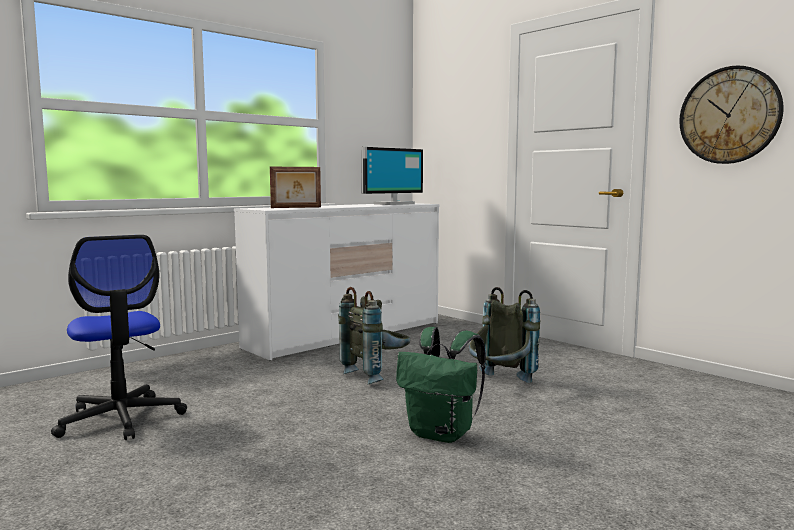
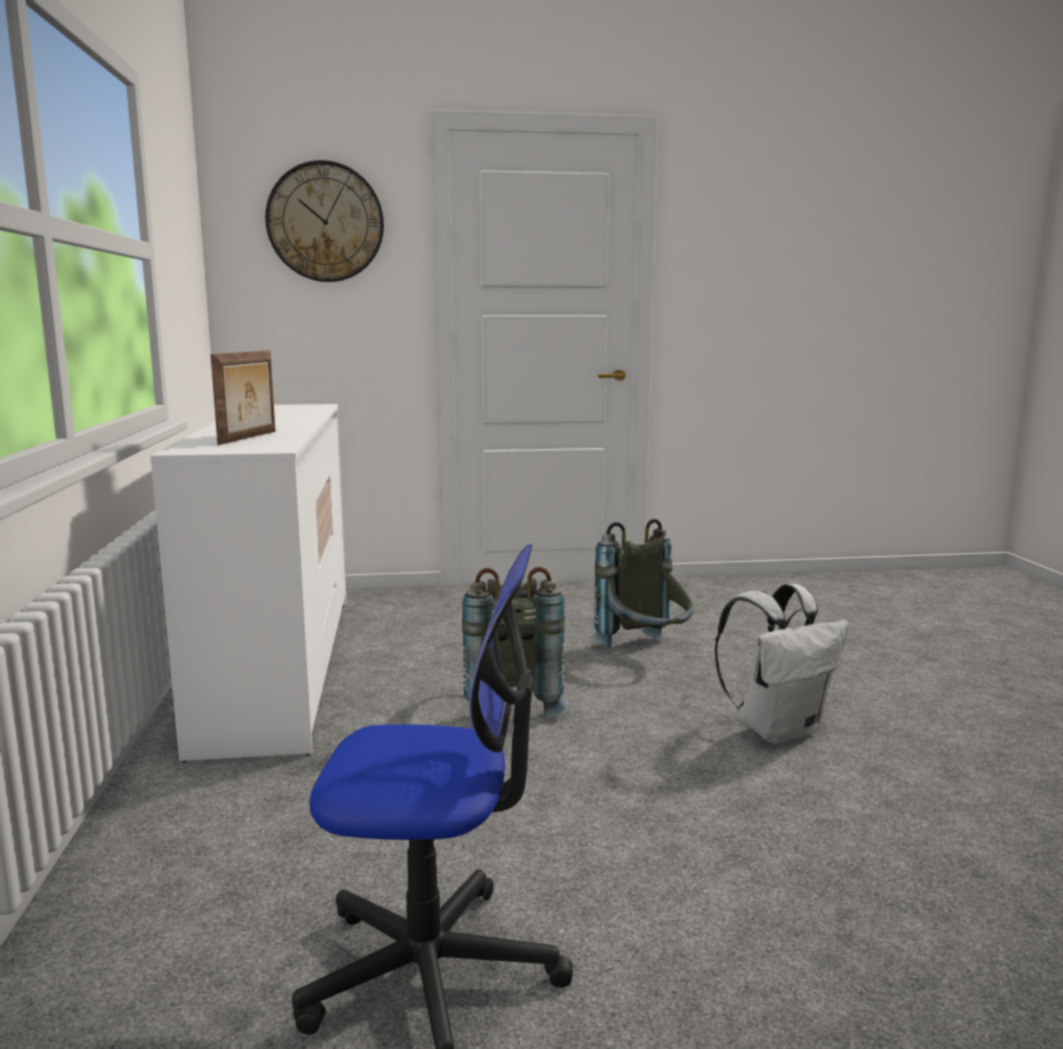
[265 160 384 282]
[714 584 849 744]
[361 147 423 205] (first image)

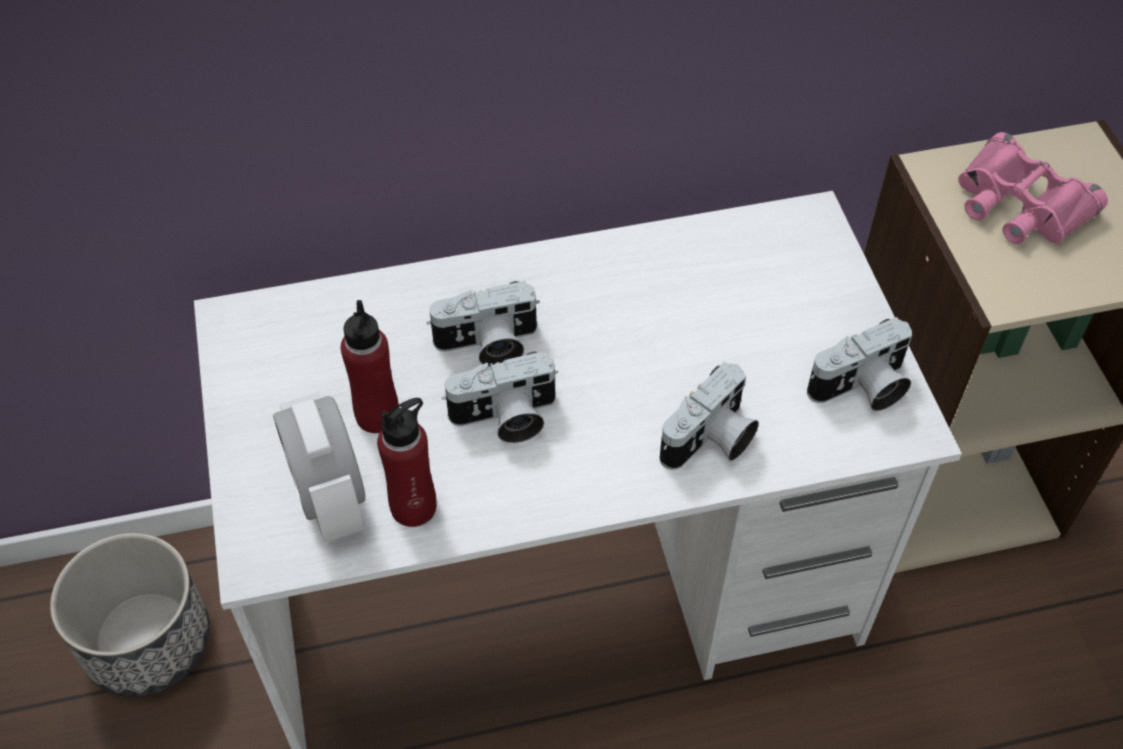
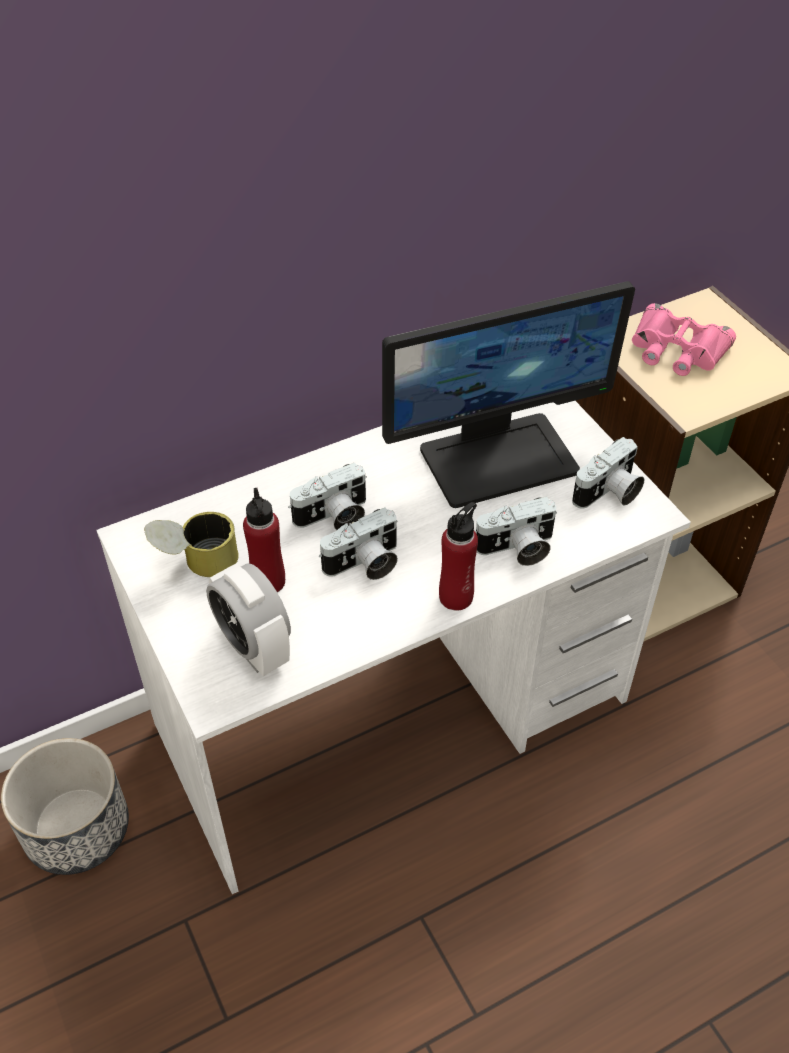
[144 512 239 577]
[382 281 635 508]
[439 502 478 610]
[475 497 557 566]

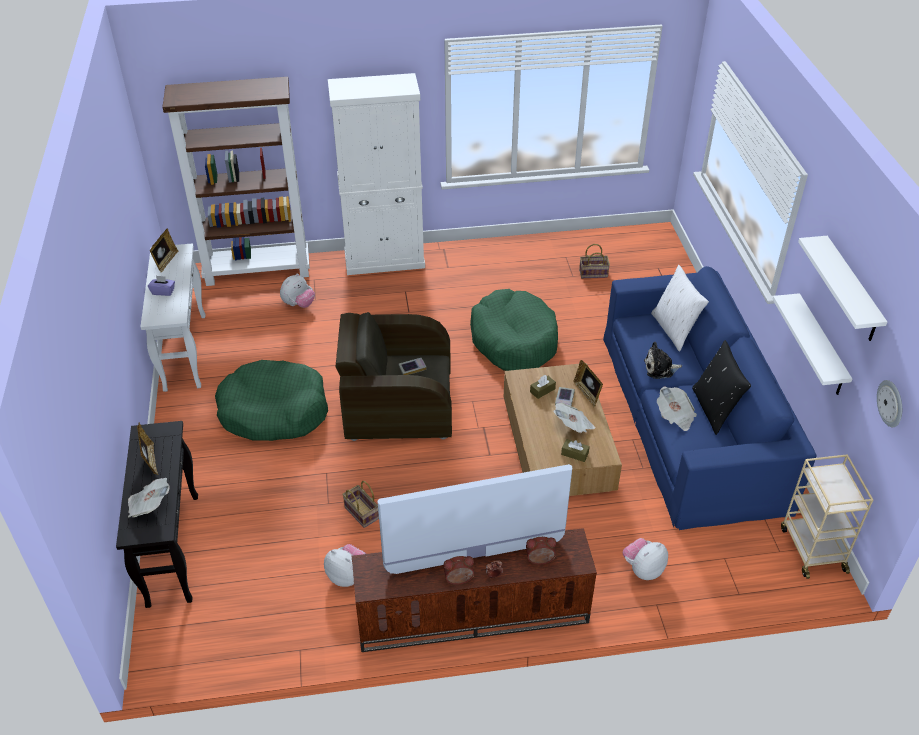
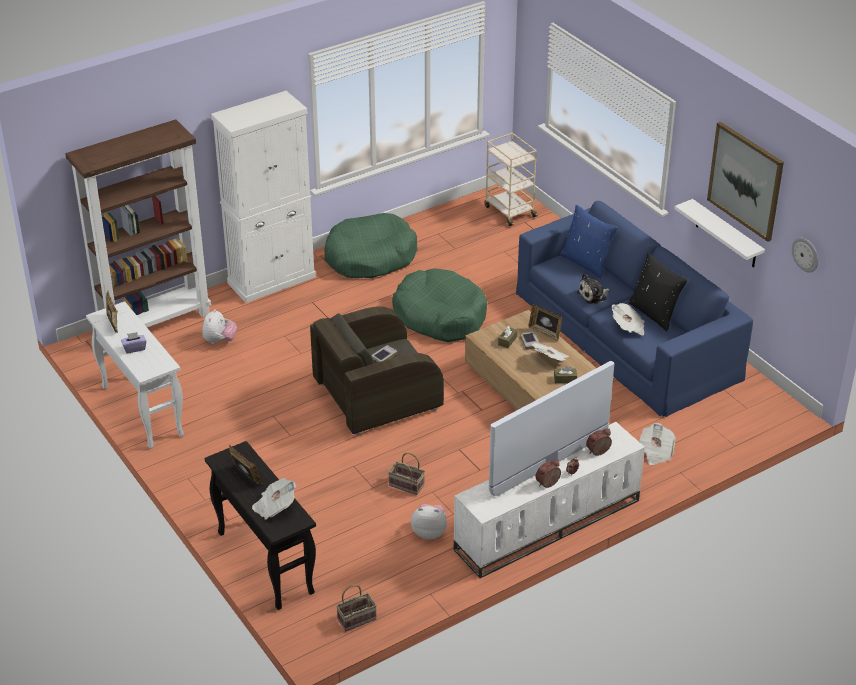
[324 213 418 278]
[336 584 377 631]
[454 422 645 578]
[484 133 538 226]
[560 205 618 278]
[639 423 676 465]
[707 122 784 242]

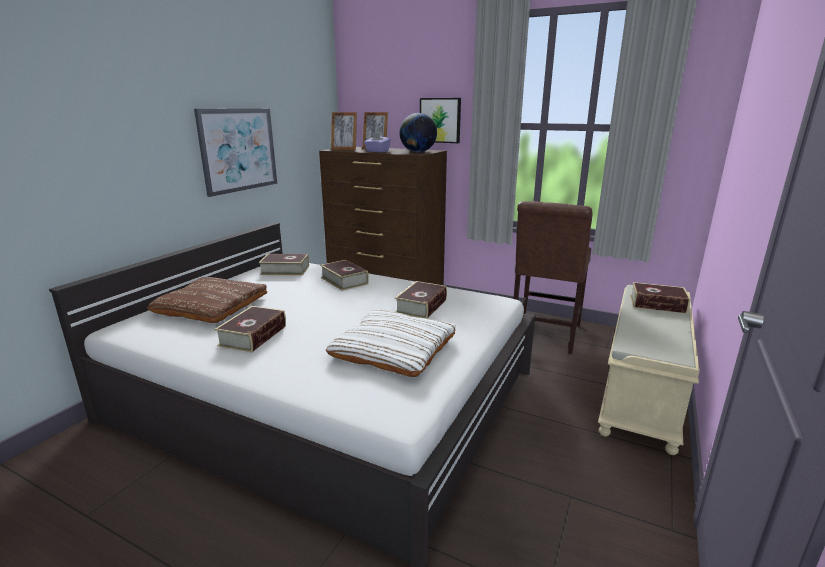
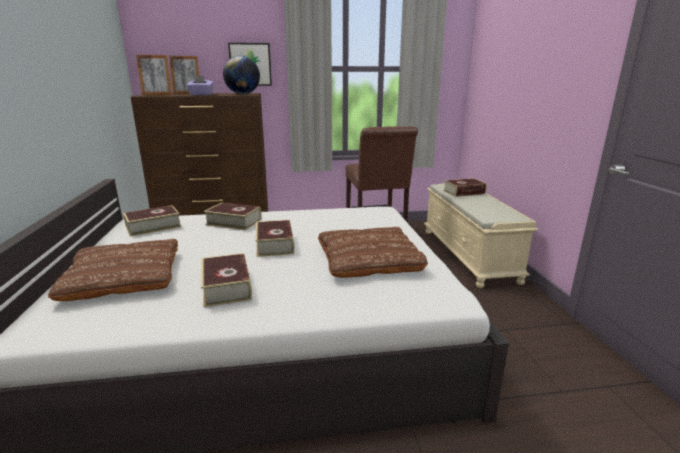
[255 220 295 257]
[318 227 428 278]
[194 108 277 197] (first image)

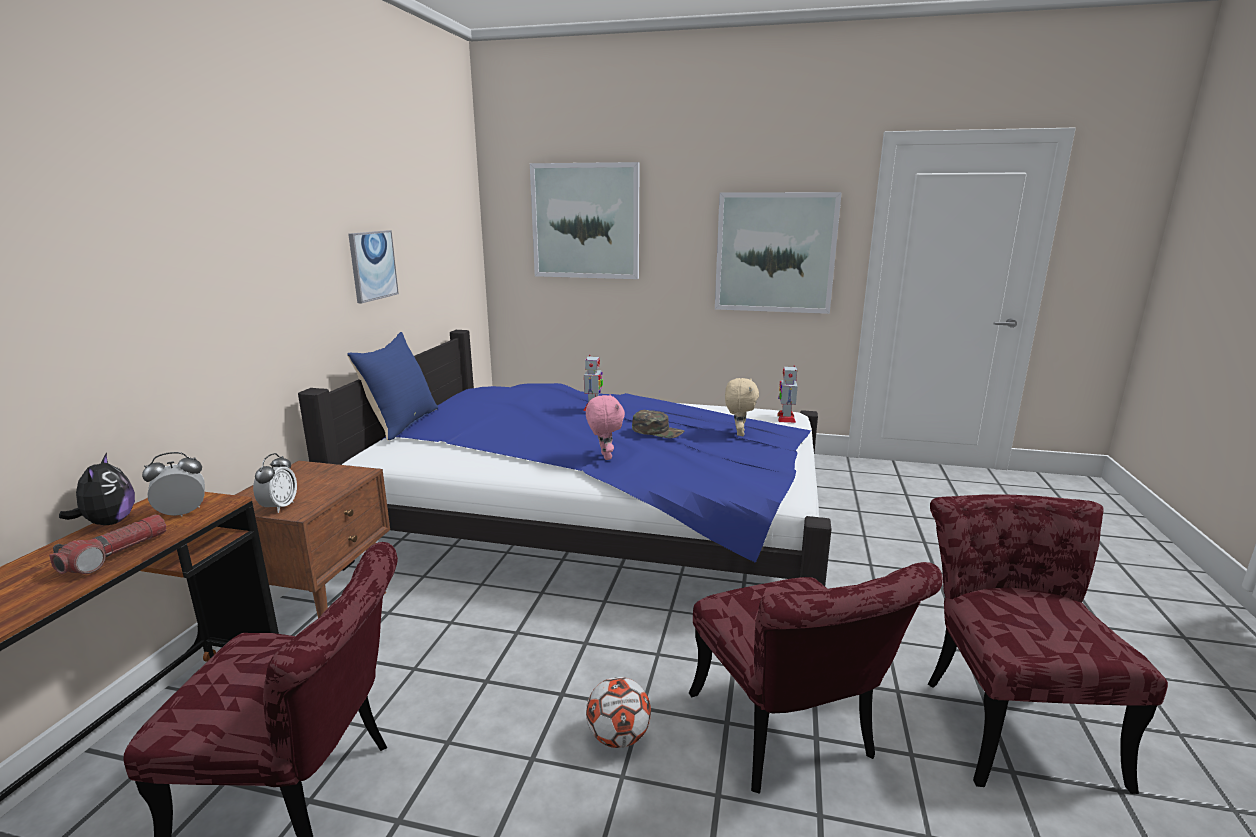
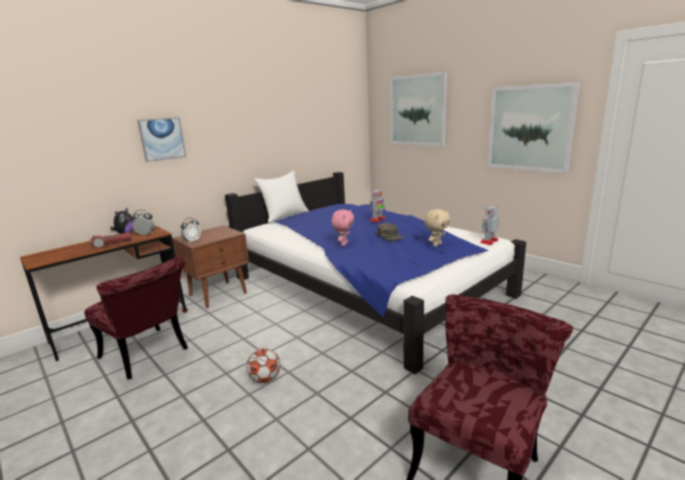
[137 117 186 162]
[254 171 309 223]
[689 562 943 794] (first image)

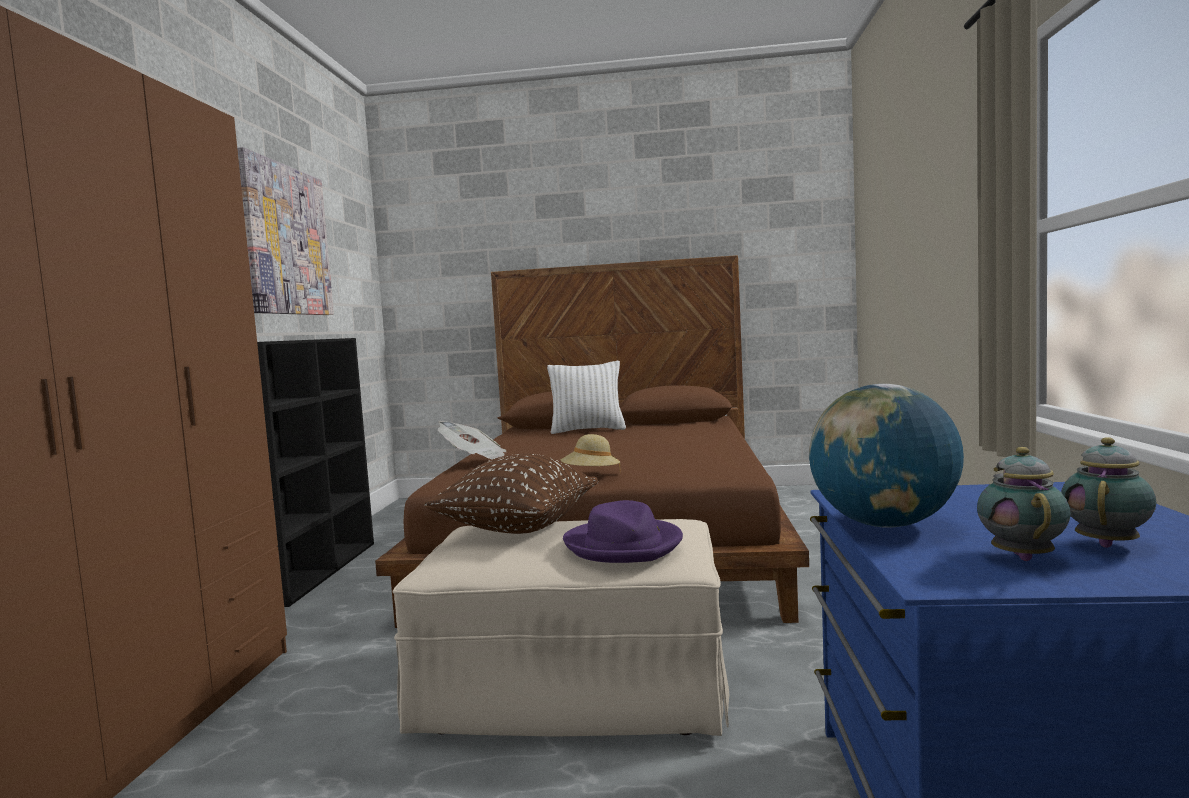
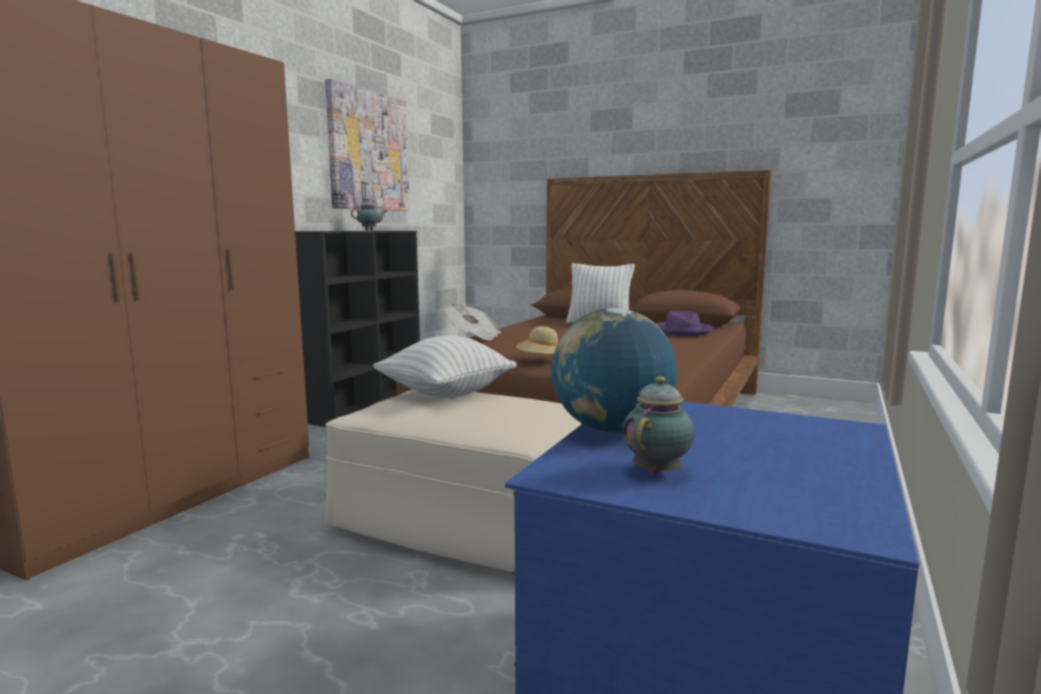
[351 199 387 231]
[373 336 517 398]
[656 311 713 336]

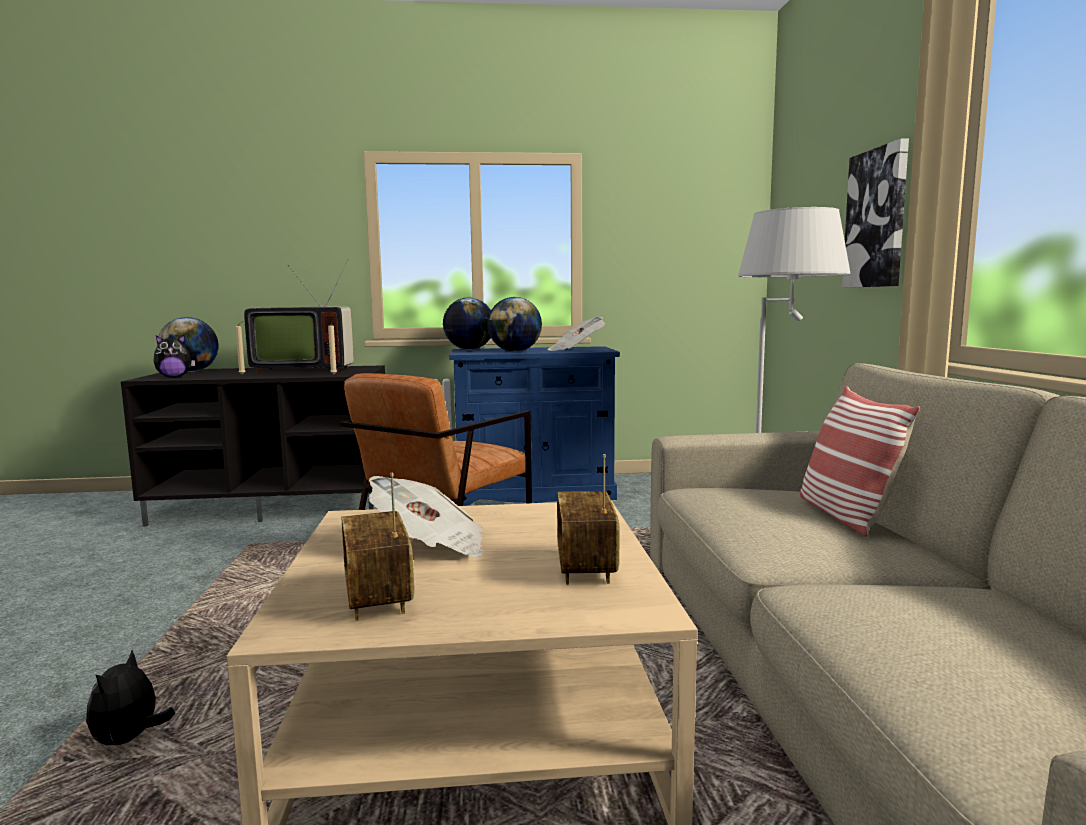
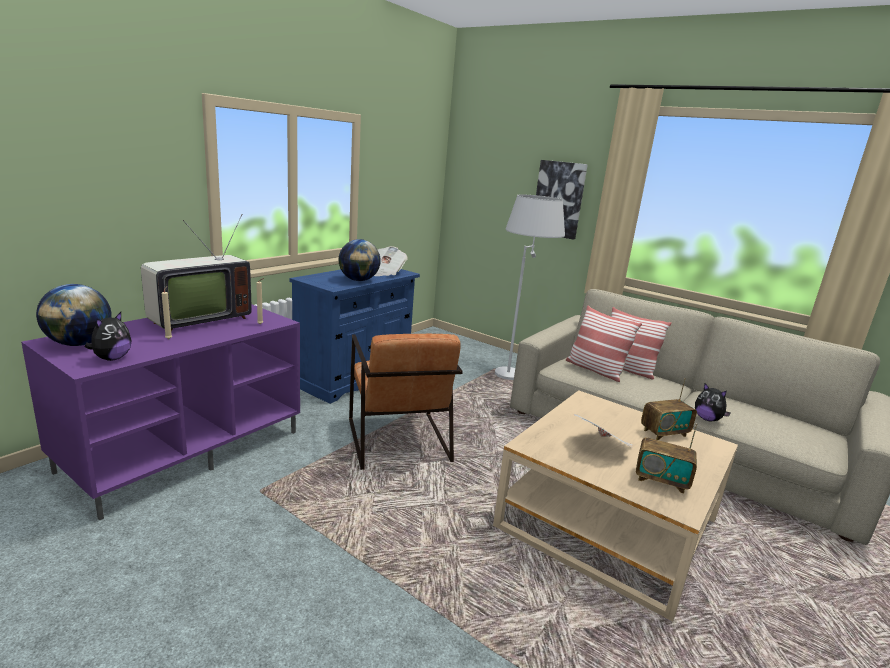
[21 304 300 520]
[566 305 642 382]
[641 378 697 440]
[695 383 731 422]
[443 297 491 350] (first image)

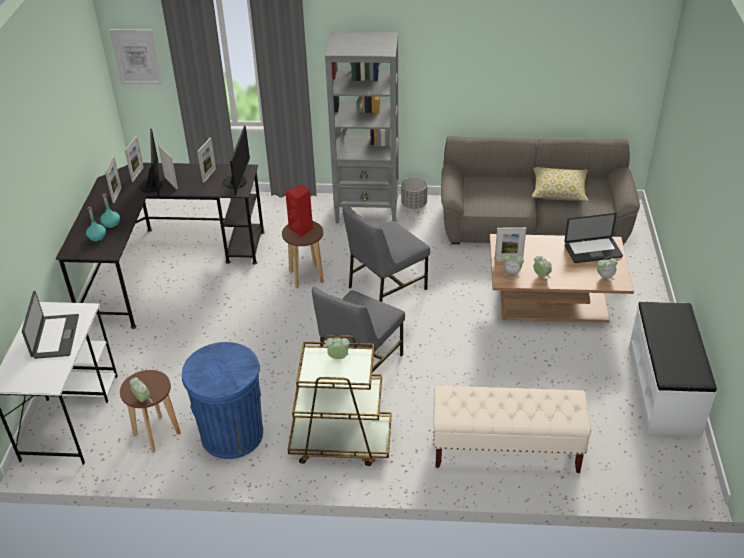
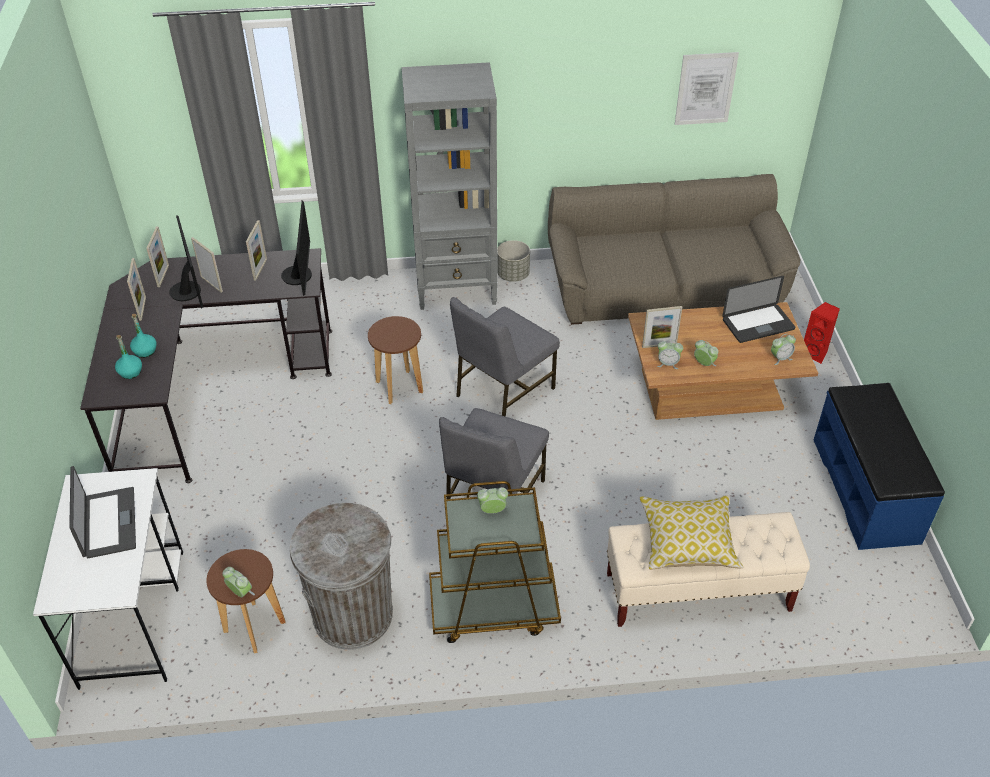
[290 503 393 650]
[639 495 743 570]
[675 52 739 125]
[804 302 840 364]
[814 383 945 550]

